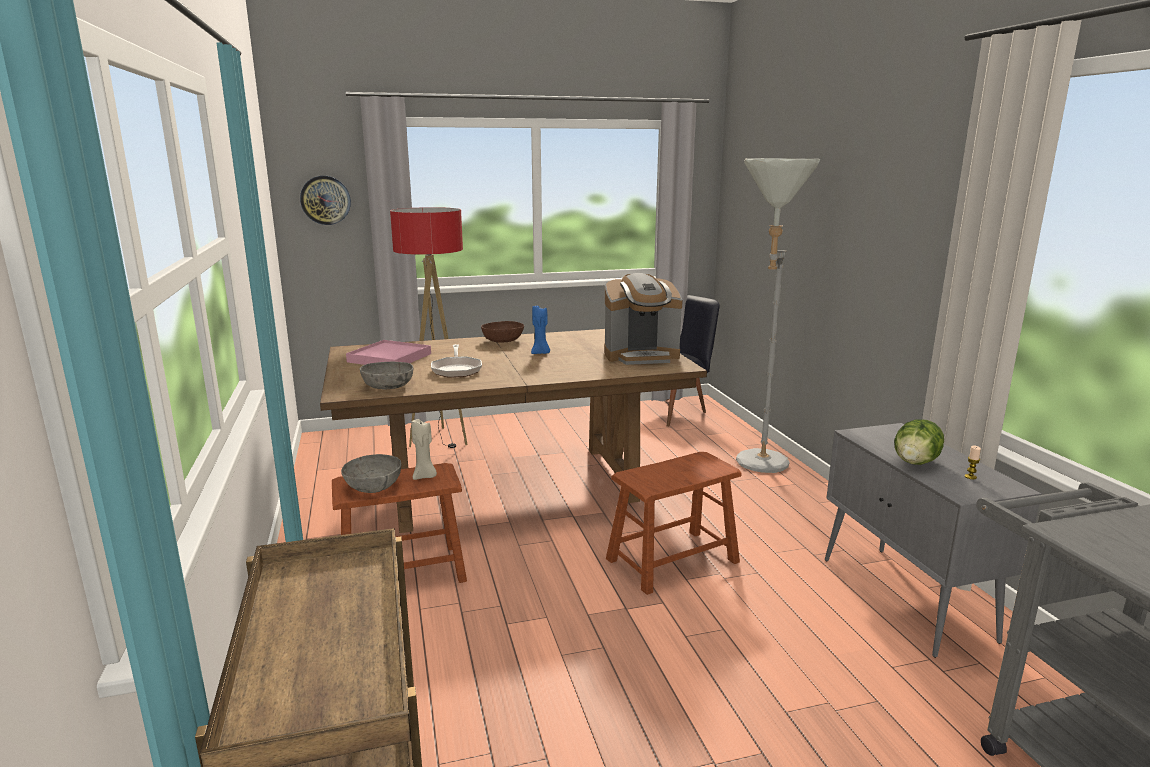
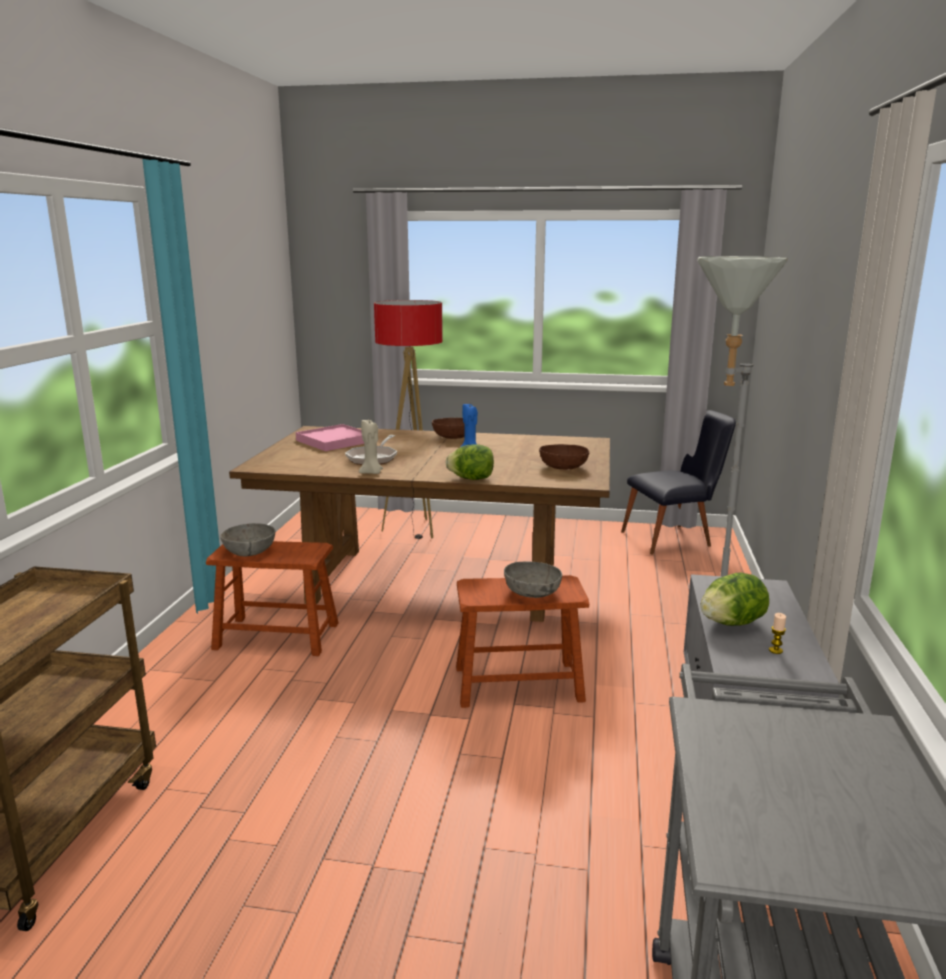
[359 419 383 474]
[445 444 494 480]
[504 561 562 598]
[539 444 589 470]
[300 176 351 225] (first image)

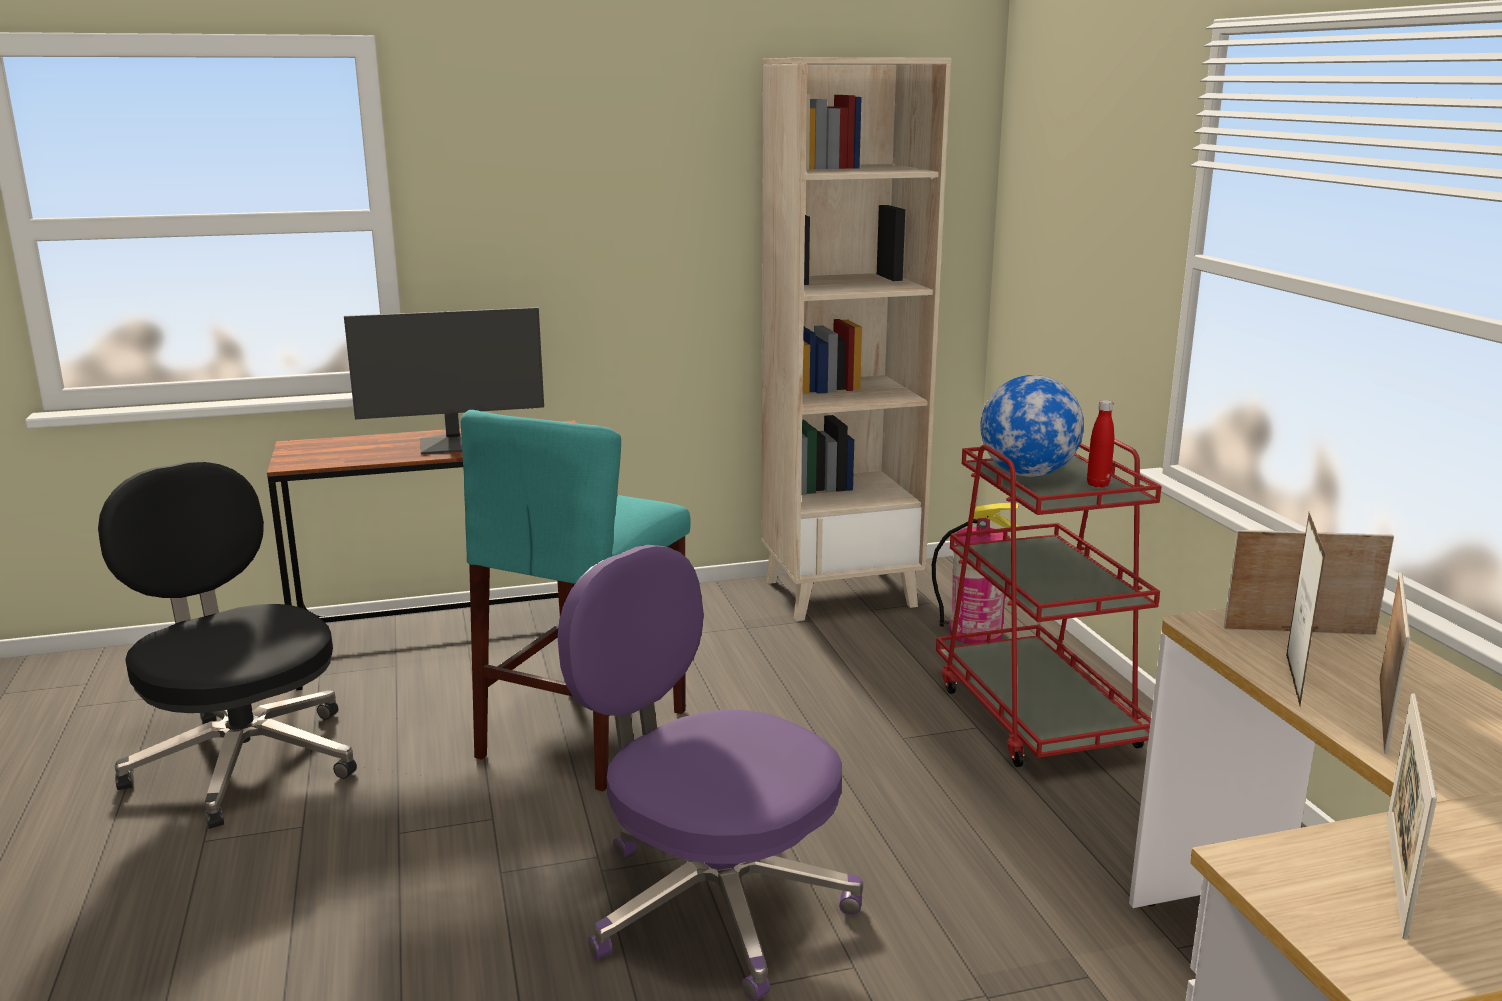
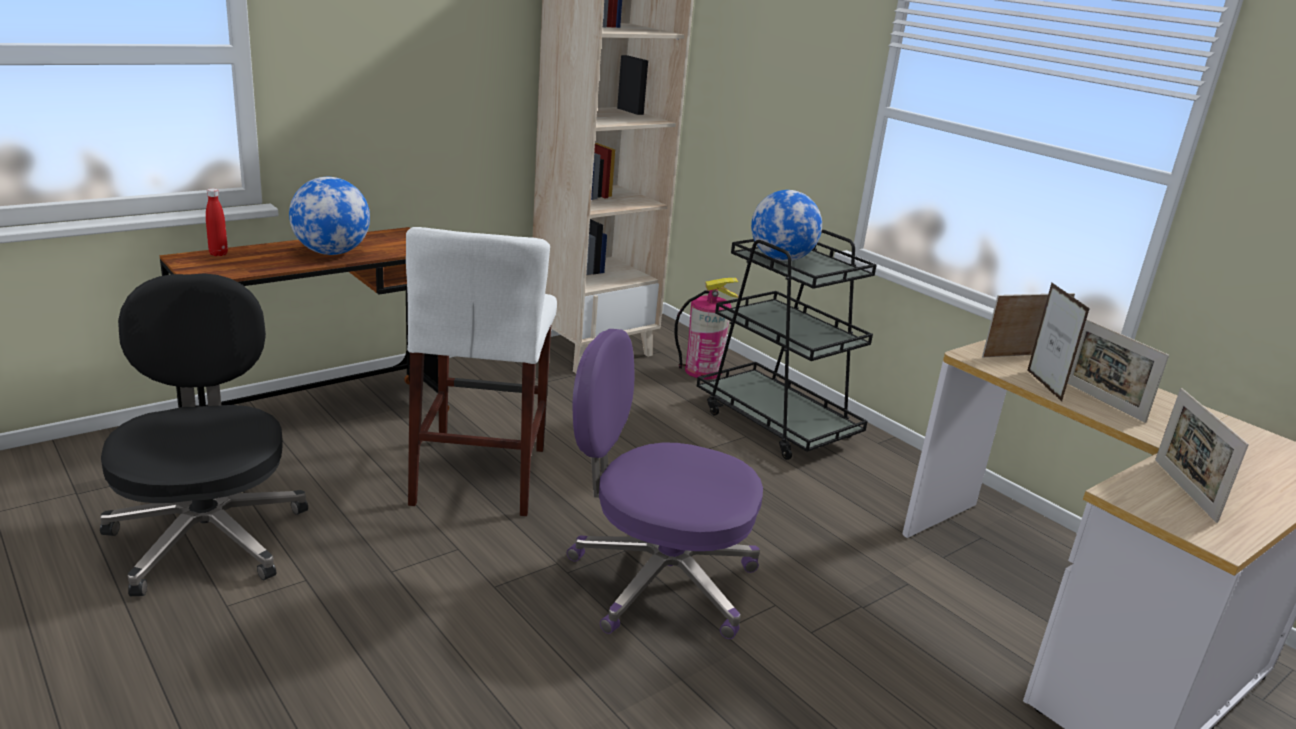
[100 273 308 596]
[206 188 228 256]
[289 177 370 255]
[406 227 557 516]
[697 230 877 460]
[1067 319 1169 423]

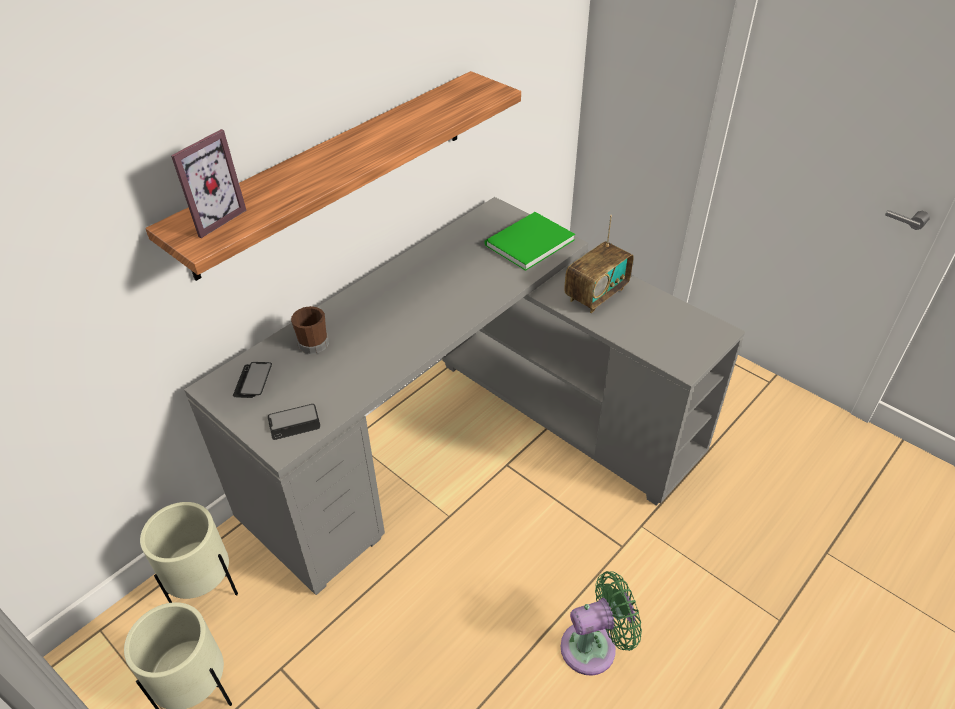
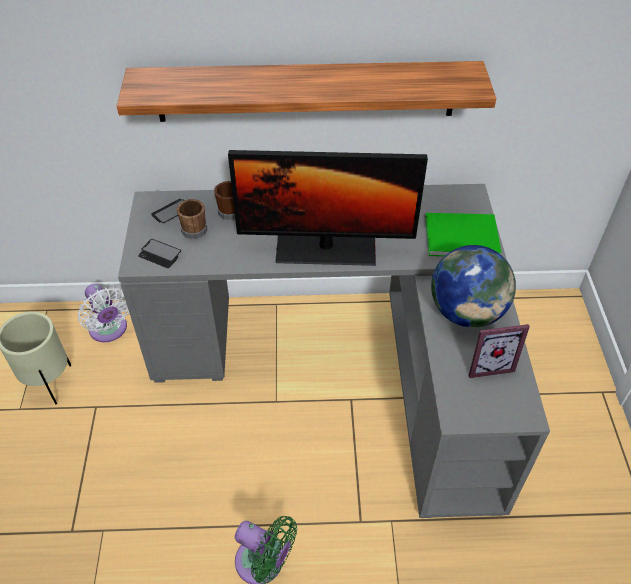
[78 284 129 342]
[177 199 207 239]
[228 150 428 266]
[431 245 516 328]
[469 324 530 378]

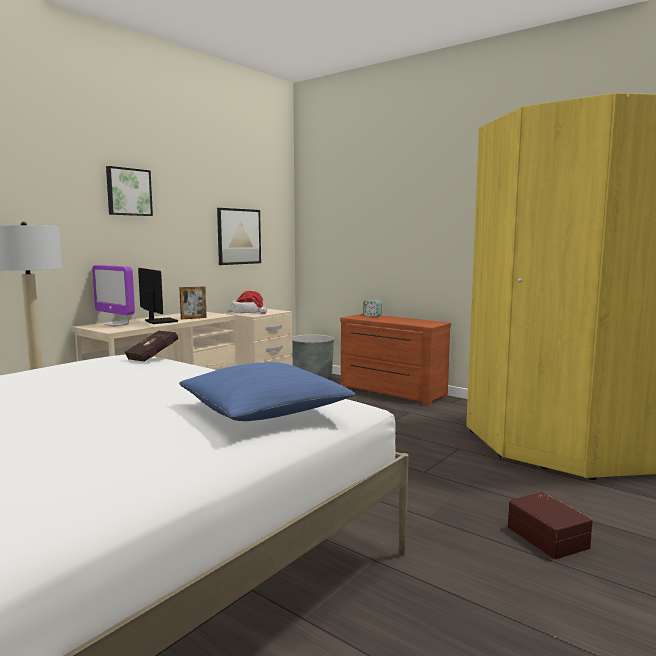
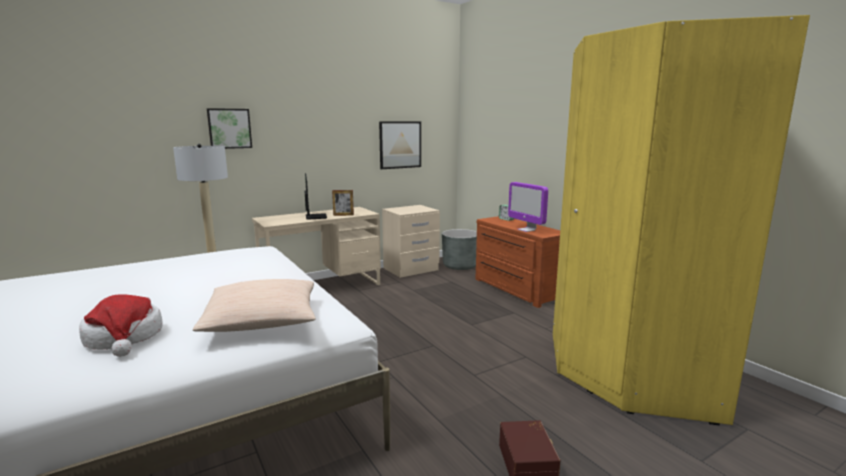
[79 294 163 357]
[193 279 316 332]
[207 108 252 149]
[508 182 548 232]
[124 330 178 362] (first image)

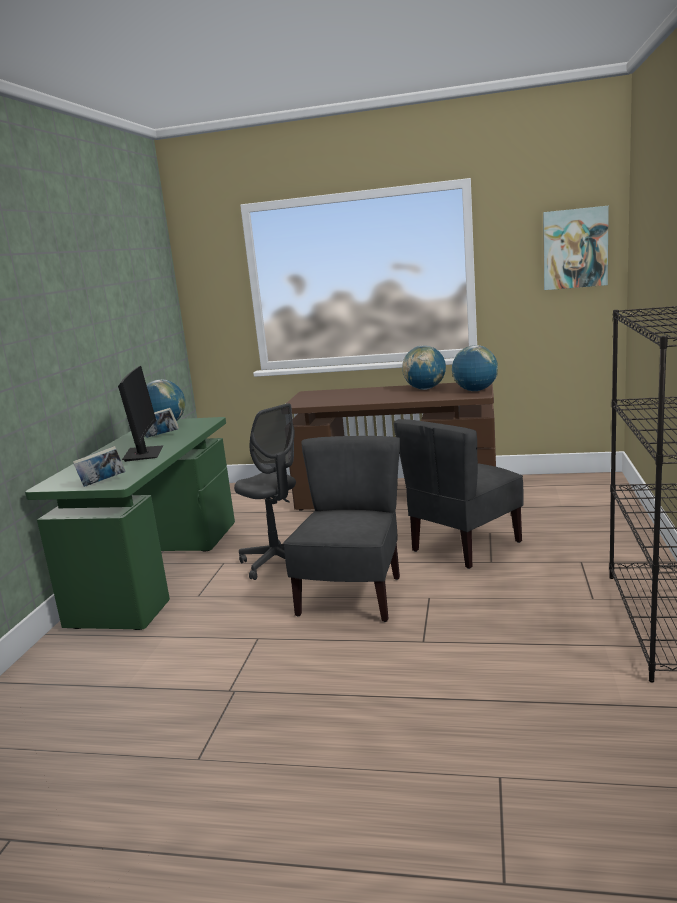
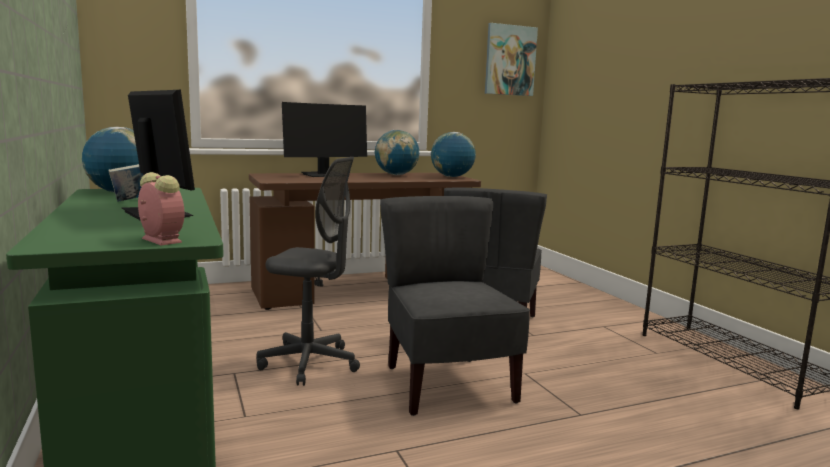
[138 172 184 245]
[282 102 367 177]

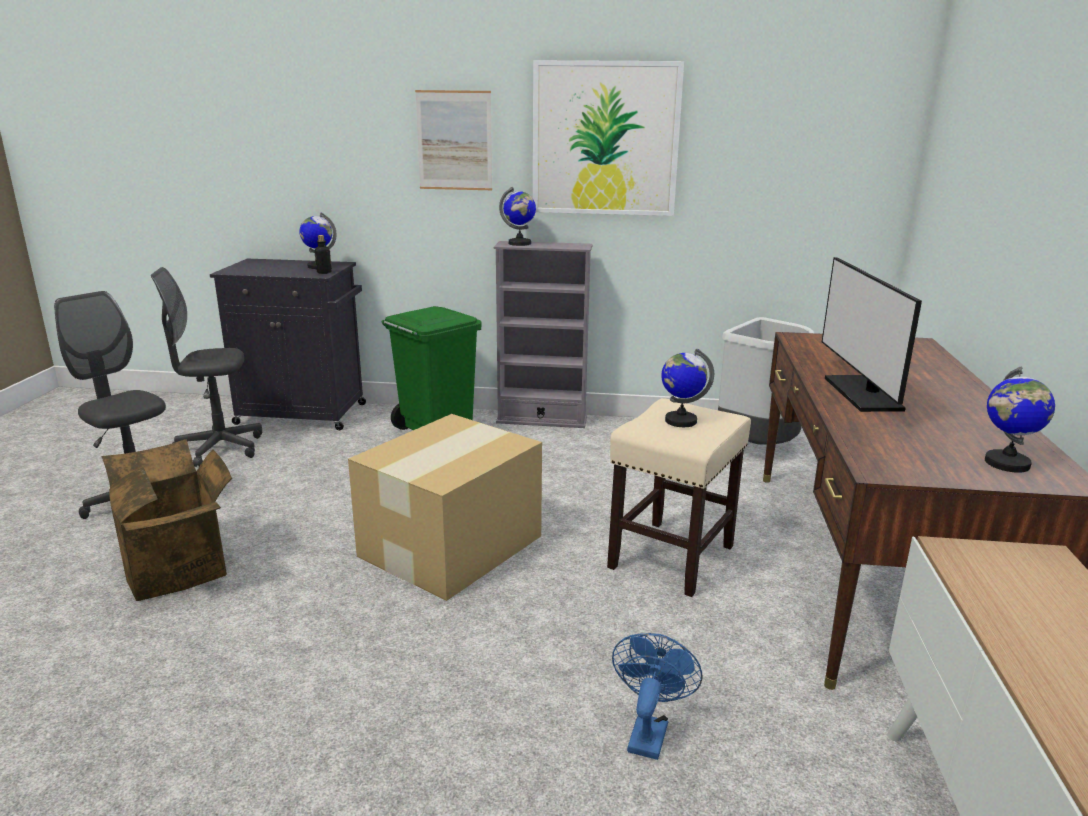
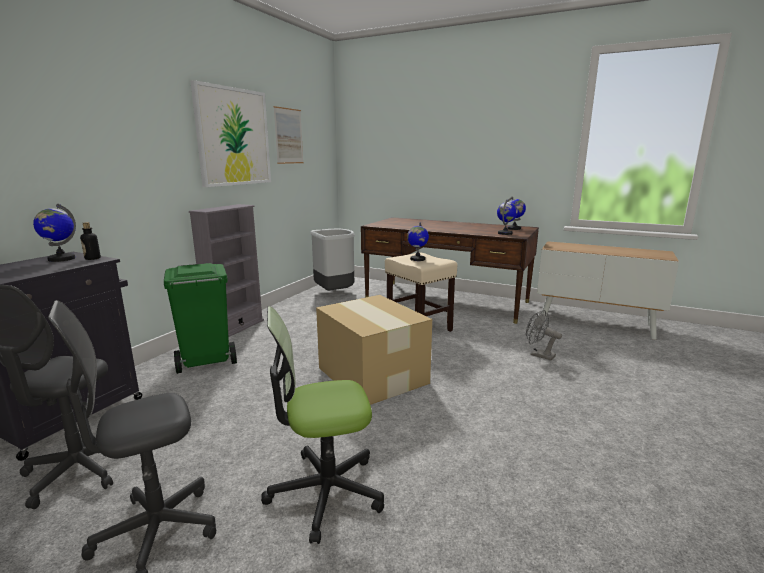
[261 306 384 544]
[273 106 304 164]
[497 200 518 235]
[526 310 562 360]
[822 257 922 412] (first image)

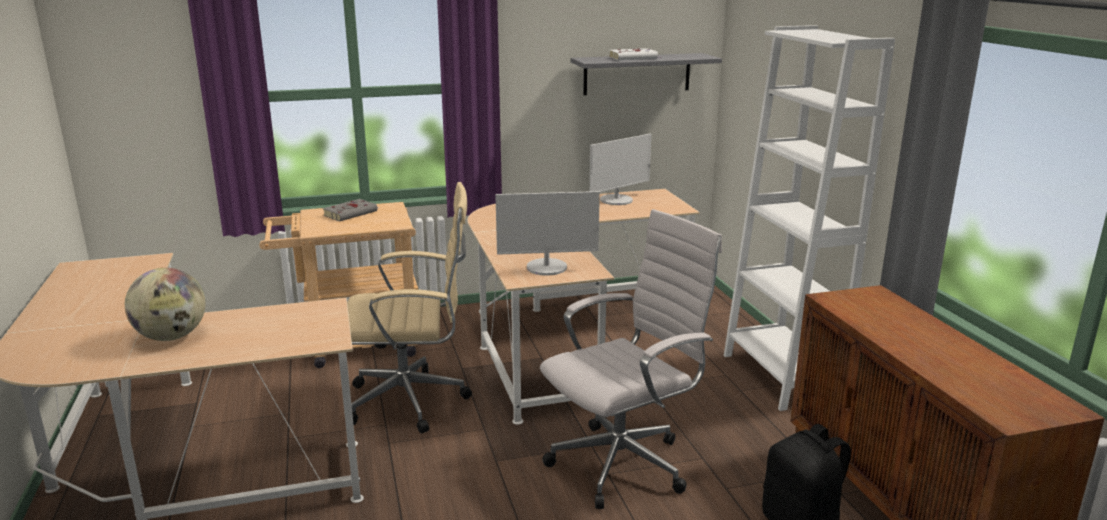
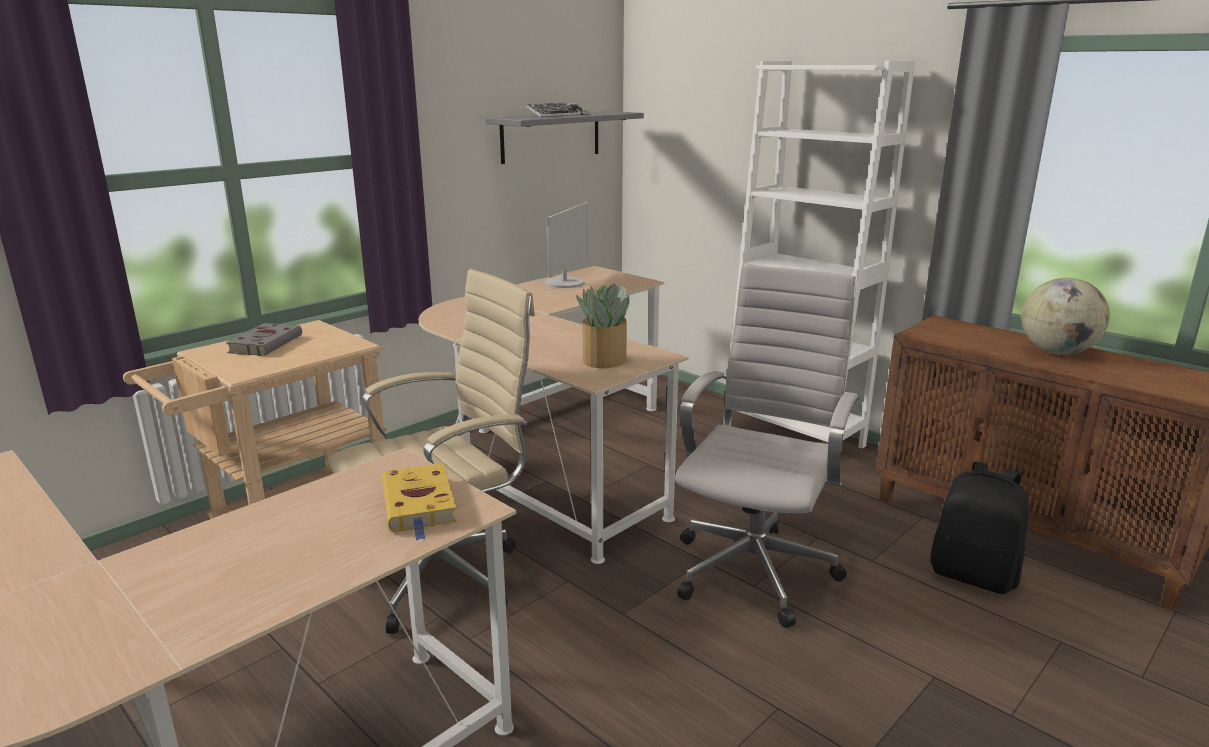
[382 463 457 541]
[526 103 589 117]
[576 283 630 368]
[1022 278 1110 355]

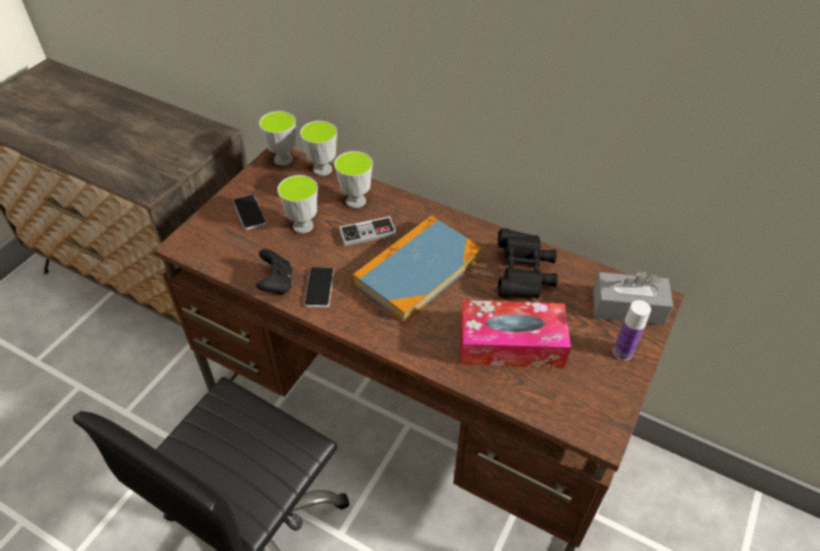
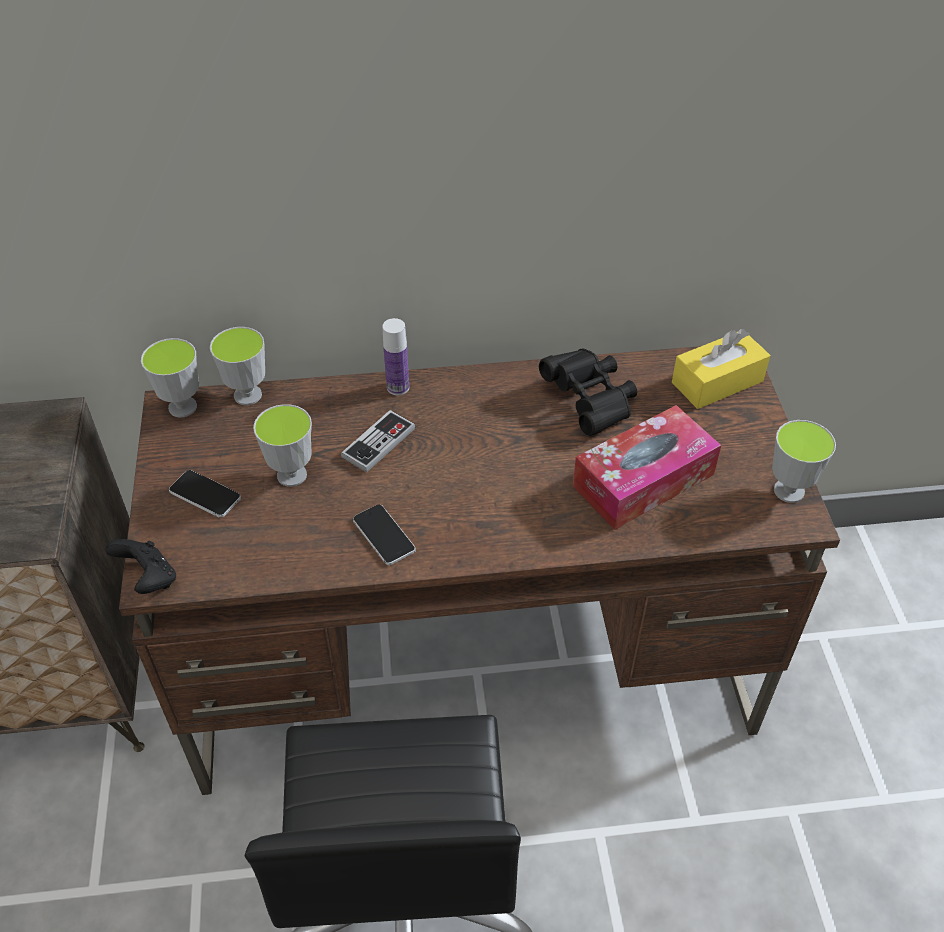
[105 539 176 594]
[382 318 409 396]
[672 329 770 409]
[772 420 836 503]
[352 215 483 323] (first image)

